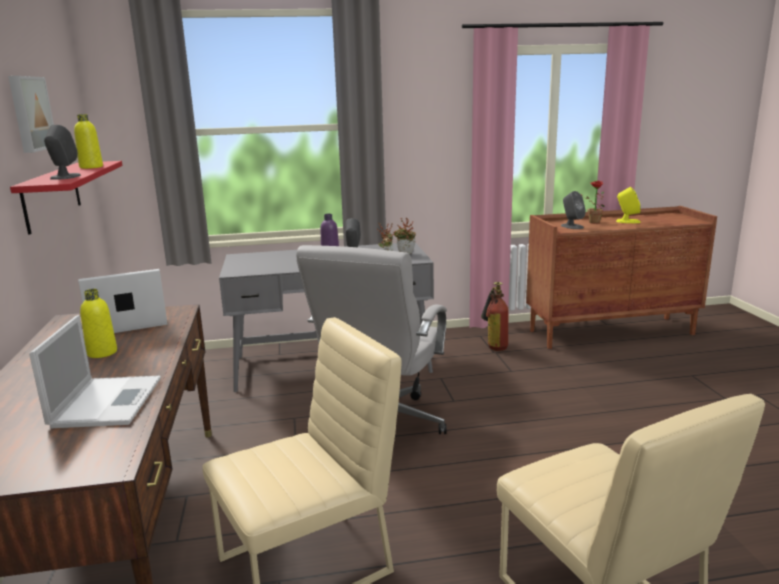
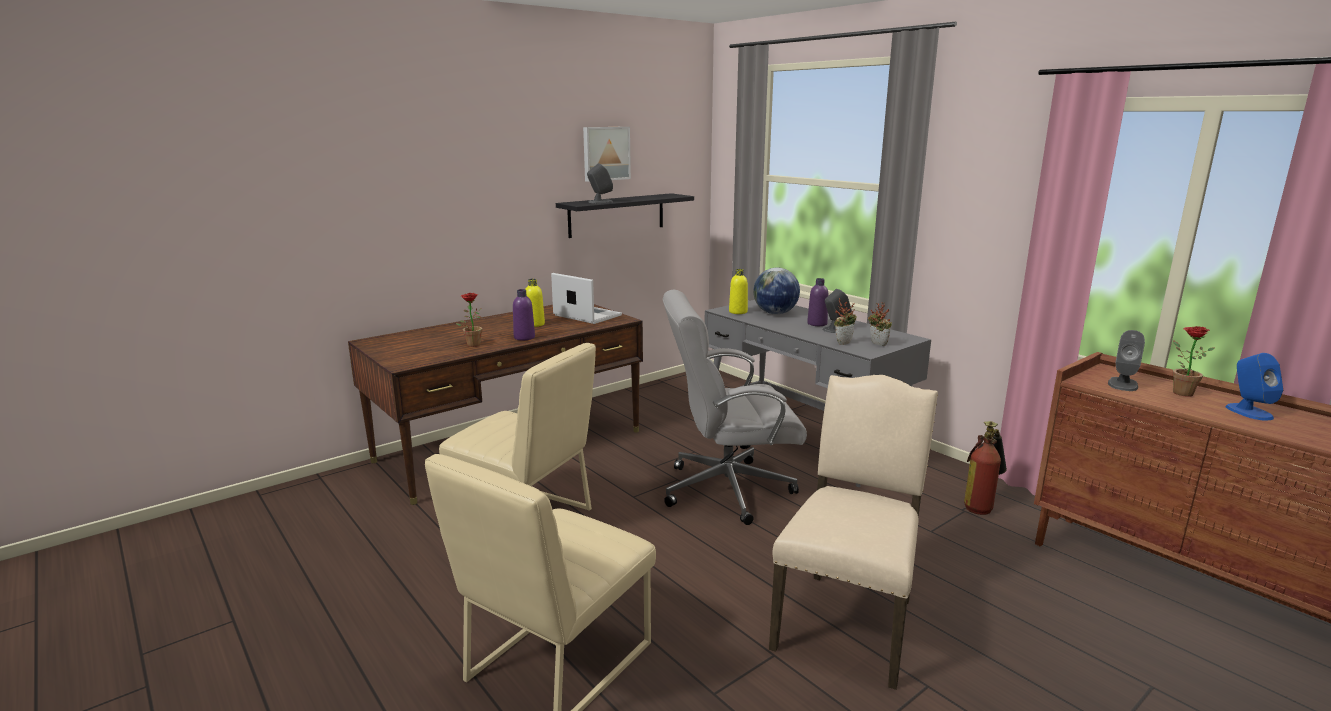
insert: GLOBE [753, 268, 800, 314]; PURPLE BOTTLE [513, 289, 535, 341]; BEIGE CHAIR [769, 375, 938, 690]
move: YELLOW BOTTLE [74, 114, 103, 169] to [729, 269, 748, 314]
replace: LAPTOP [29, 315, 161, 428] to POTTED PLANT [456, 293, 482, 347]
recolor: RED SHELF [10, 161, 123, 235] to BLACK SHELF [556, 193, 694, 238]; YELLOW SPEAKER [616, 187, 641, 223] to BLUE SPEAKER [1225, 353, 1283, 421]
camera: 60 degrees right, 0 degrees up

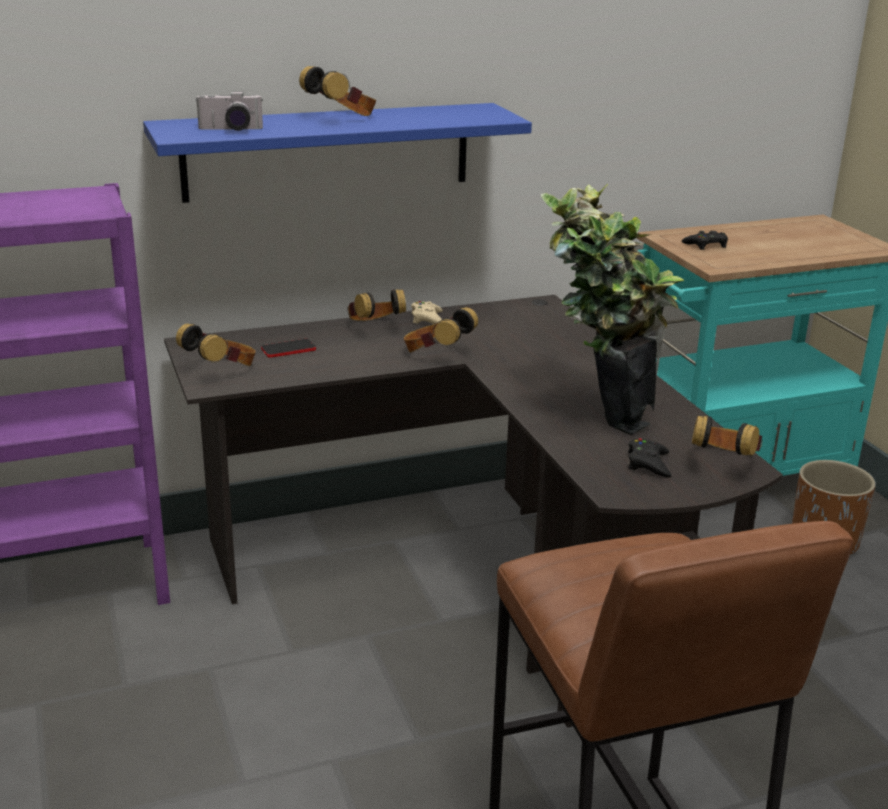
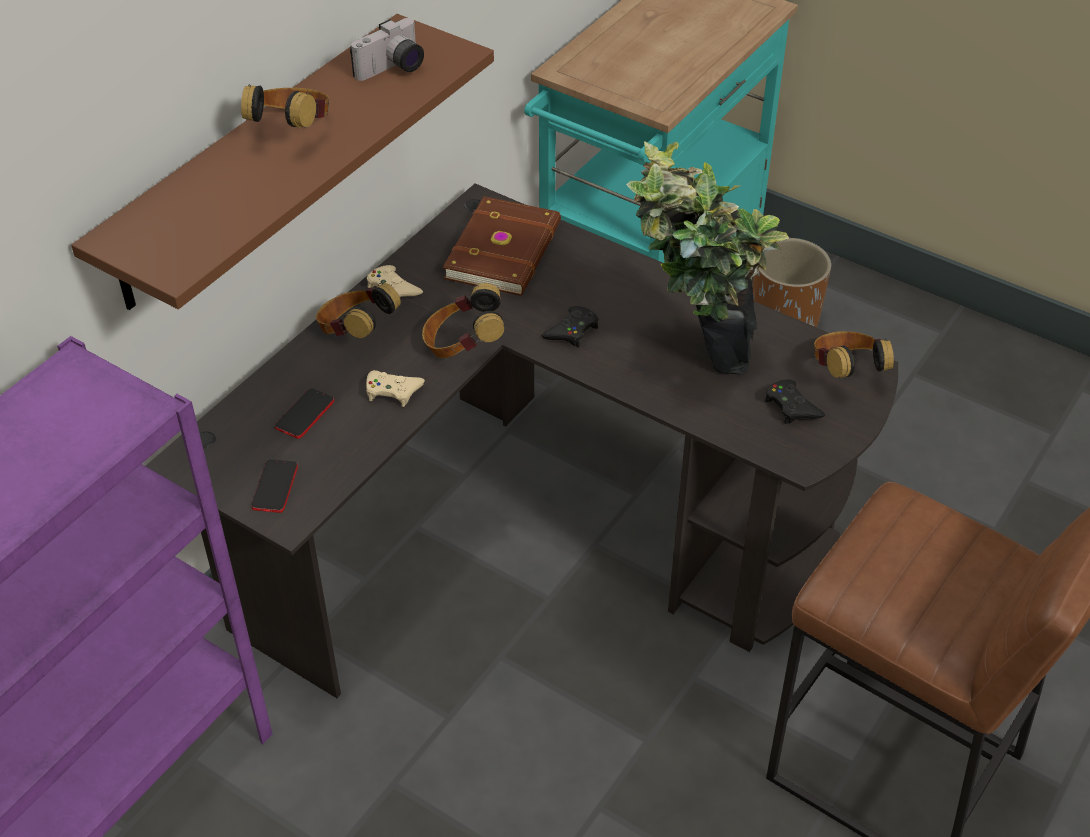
insert: BROWN BOOK [443, 196, 561, 296]; BEIGE GAME CONTROLLER [366, 370, 425, 407]
move: PHOTO CAMERA [195, 91, 263, 131] to [350, 18, 424, 81]; BLACK GAME CONTROLLER [682, 231, 728, 250] to [541, 306, 598, 347]
replace: HEADPHONES [176, 323, 256, 366] to PHONE [251, 459, 298, 513]
recolor: BLUE SHELF [143, 103, 532, 203] to BROWN SHELF [71, 14, 494, 310]
camera: 35 degrees left, 20 degrees up

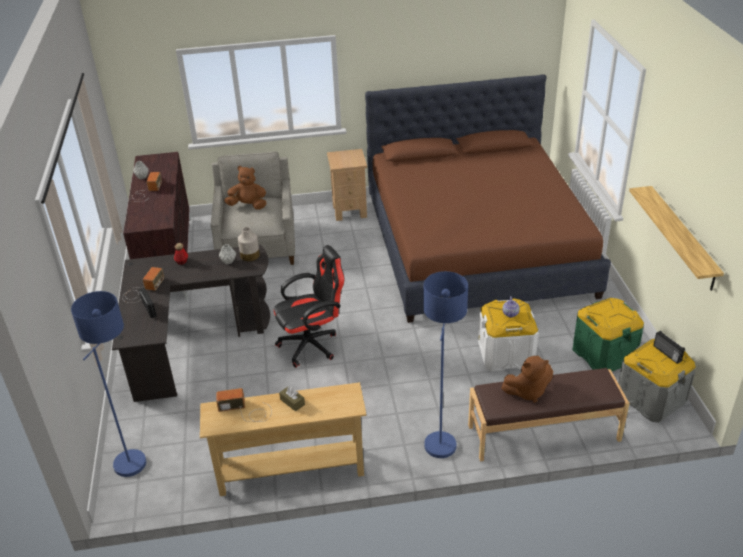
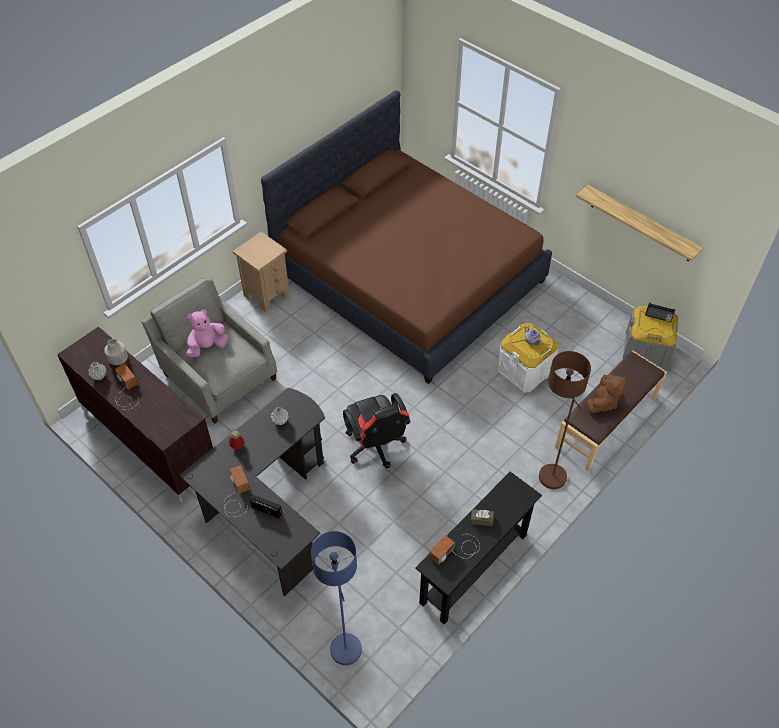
delete: GREEN STORAGE BOX [572, 298, 644, 371]
move: BEIGE VASE [238, 227, 260, 261] to [104, 339, 130, 370]
recolor: BROWN PLUSH TOY [224, 166, 267, 210] to PINK PLUSH TOY [186, 310, 228, 357]; BLUE FLOOR LAMP [424, 271, 468, 458] to BROWN FLOOR LAMP [539, 351, 591, 489]; BEIGE CONSOLE TABLE [200, 382, 367, 496] to BLACK CONSOLE TABLE [415, 472, 542, 624]
rotate: BLACK OFFICE CHAIR [274, 245, 344, 368] = [343, 393, 410, 468] 135 degrees clockwise
camera: 40 degrees left, 15 degrees up

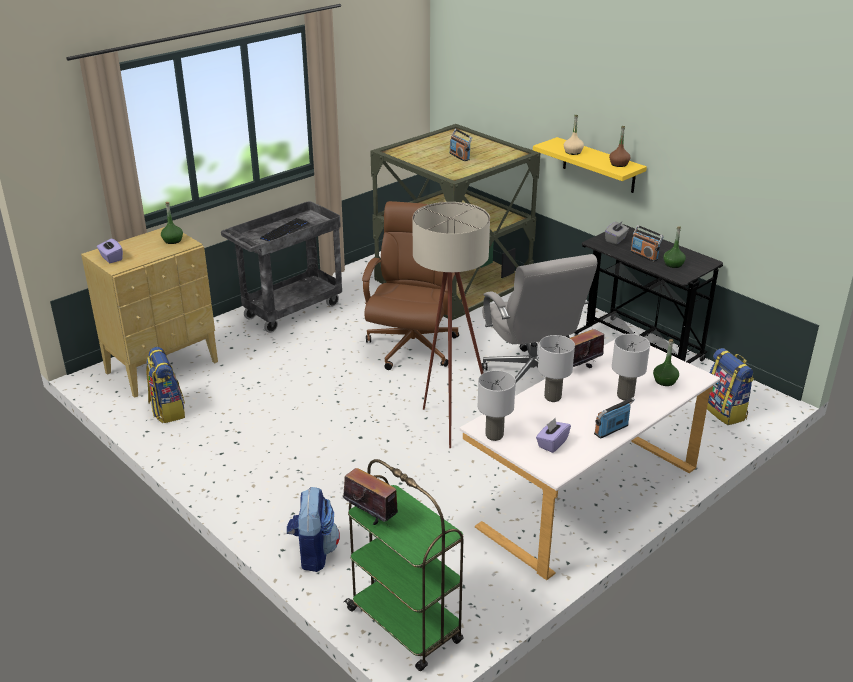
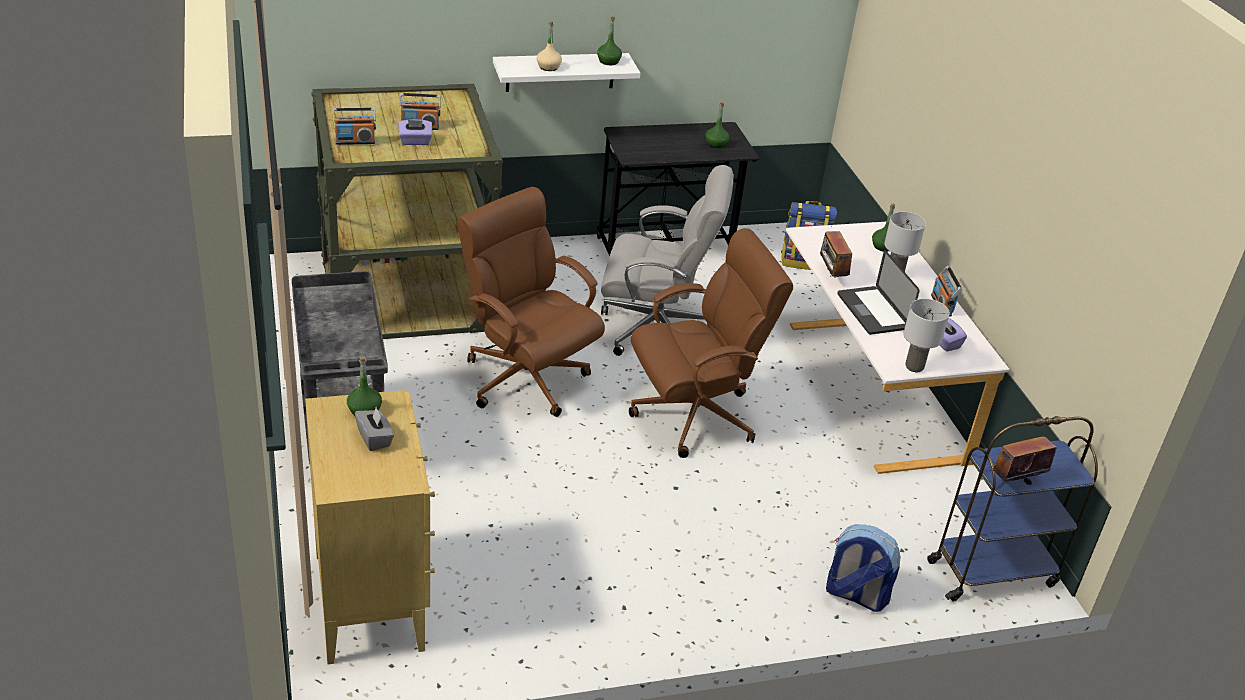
delete: KEYBOARD [260, 218, 310, 241]; BACKPACK [146, 347, 185, 423]
move: GREY TISSUE BOX [605, 221, 629, 244] to [355, 407, 394, 451]; RADIO [630, 225, 664, 262] to [333, 108, 376, 145]; PURPLE TISSUE BOX [97, 239, 123, 263] to [398, 119, 432, 145]
replace: BEIGE FLOOR LAMP [412, 202, 490, 448] to BROWN OFFICE CHAIR [629, 228, 793, 458]; WHITE TABLE LAMP [538, 335, 575, 402] to LAPTOP [837, 250, 920, 335]
recolor: BROWN BOTTLE [609, 126, 631, 167] to GREEN BOTTLE [597, 16, 622, 65]; YELLOW SHELF [533, 137, 647, 193] to WHITE SHELF [493, 53, 640, 92]; GREEN CART [344, 459, 463, 671] to BLUE CART [927, 416, 1098, 602]
camera: 65 degrees left, 5 degrees up

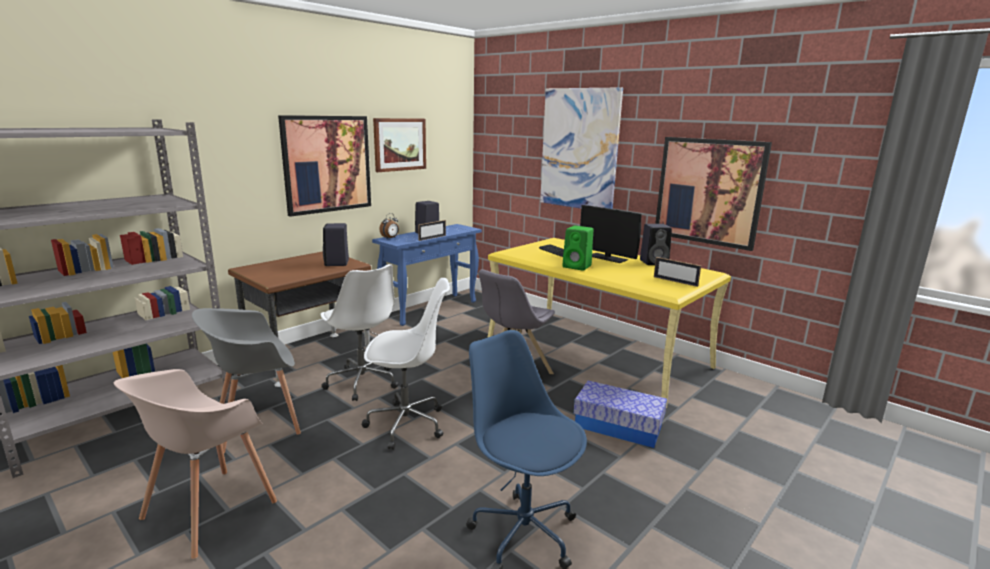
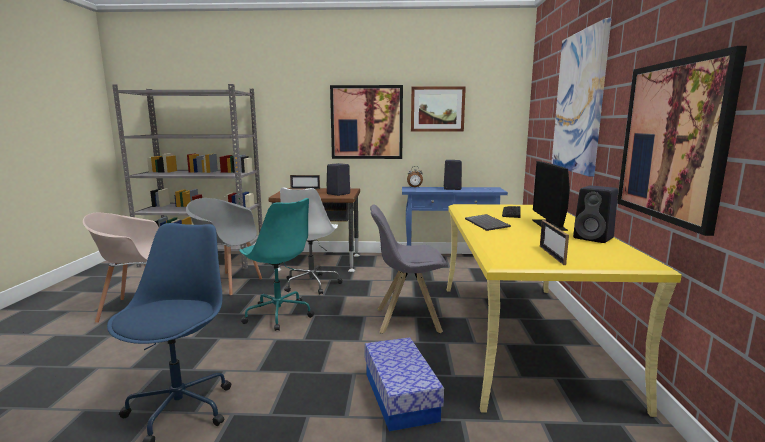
move: PICTURE FRAME [418, 220, 446, 241] to [290, 175, 320, 189]
replace: GREEN SPEAKER [563, 226, 593, 270] to KEYBOARD [465, 214, 511, 231]
recolor: WHITE OFFICE CHAIR [361, 278, 450, 450] to TURQUOISE OFFICE CHAIR [239, 198, 315, 331]
camera: 50 degrees right, 5 degrees down

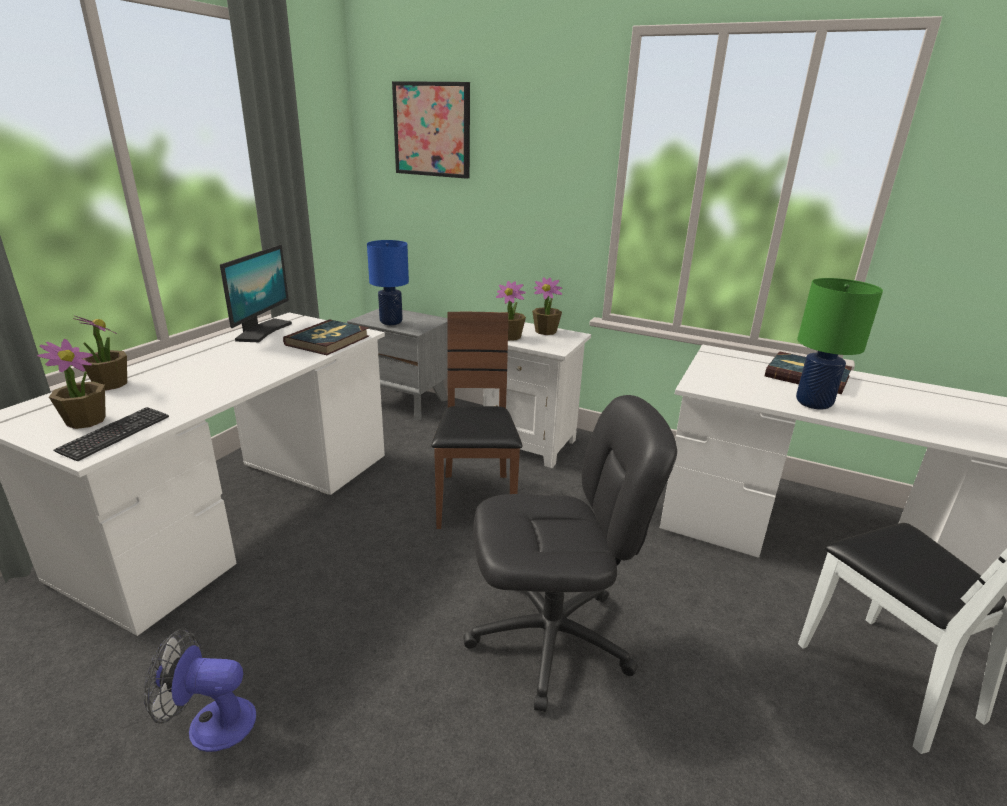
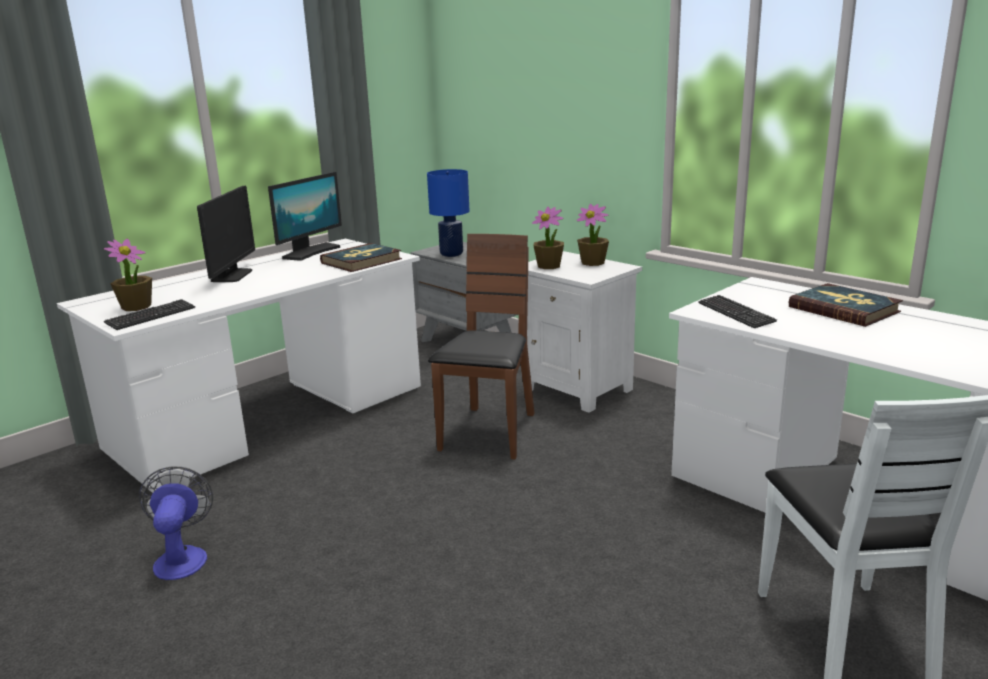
delete: PICTURE [392, 81, 470, 179]; GREEN TABLE LAMP [796, 278, 883, 410]; POTTED PLANT [73, 316, 127, 391]; BLACK OFFICE CHAIR [463, 395, 677, 712]
insert: MONITOR [197, 186, 255, 282]; KEYBOARD [698, 295, 777, 328]
rotate: FAN [144, 629, 256, 752] = [139, 466, 213, 580] 60 degrees clockwise
camera: 20 degrees right, 5 degrees down

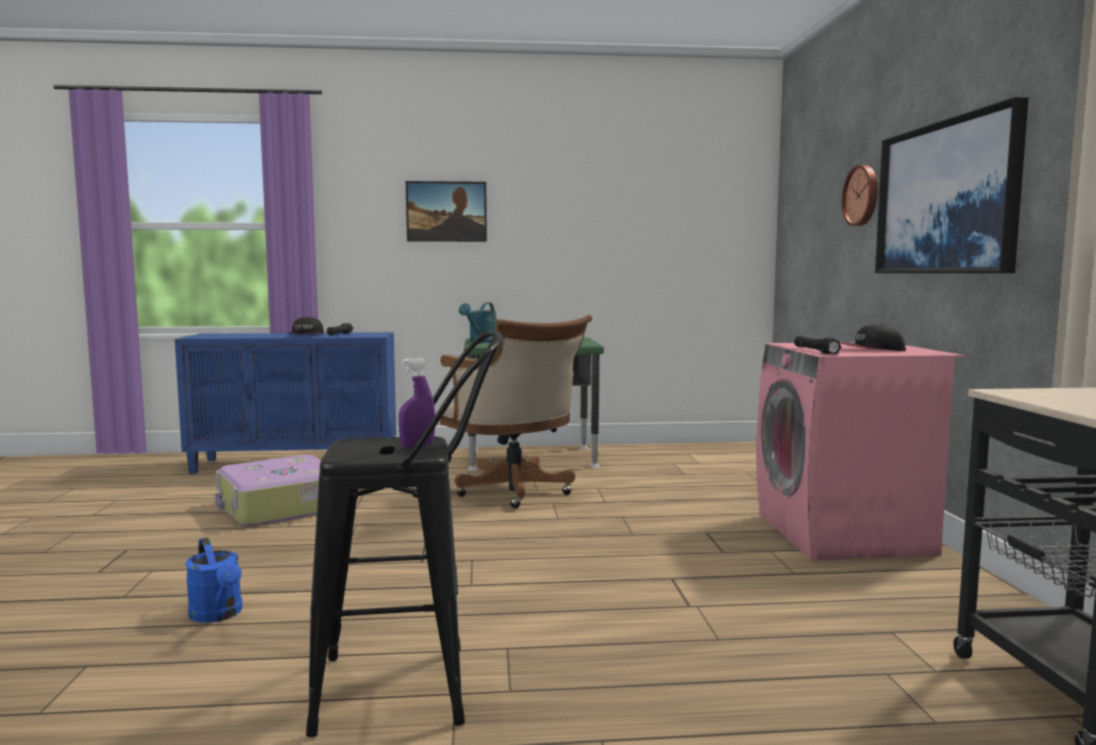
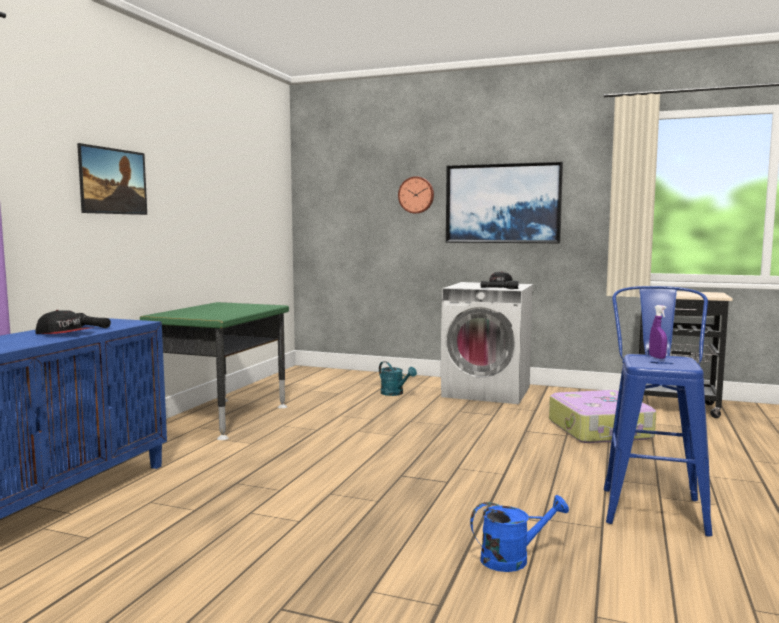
delete: OFFICE CHAIR [440, 315, 592, 508]
move: TURQUOISE WATERING CAN [459, 302, 497, 343] to [379, 361, 417, 396]; SUITCASE [215, 455, 321, 527] to [549, 390, 656, 443]
recolor: BLACK STOOL [306, 331, 503, 737] to BLUE STOOL [604, 286, 713, 536]; PINK WASHING MACHINE [756, 342, 965, 560] to WHITE WASHING MACHINE [441, 282, 533, 404]
camera: 65 degrees left, 0 degrees up

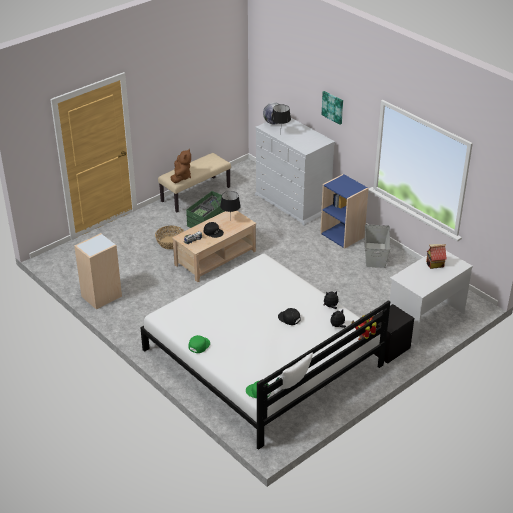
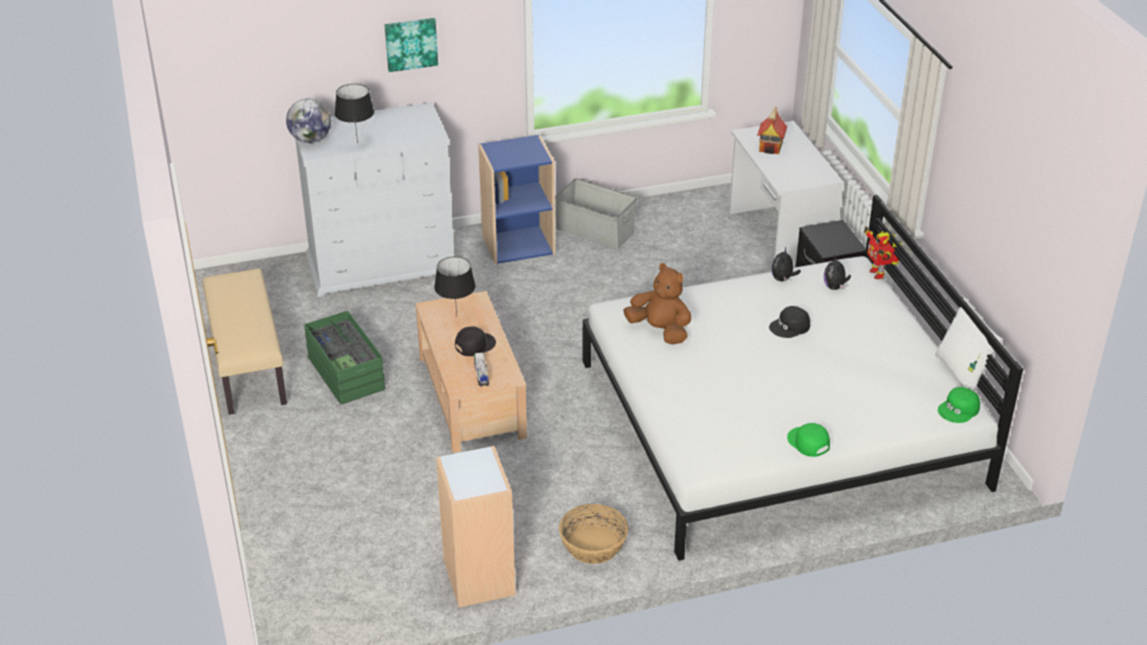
move: BROWN PLUSH TOY [170, 149, 191, 183] to [623, 263, 691, 344]; BASKET [155, 225, 184, 249] to [559, 504, 628, 564]
camera: 65 degrees left, 0 degrees up

